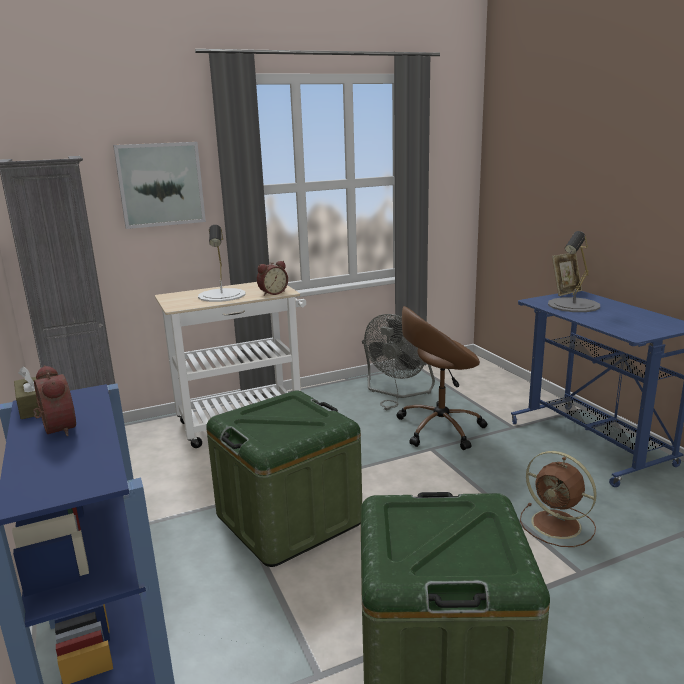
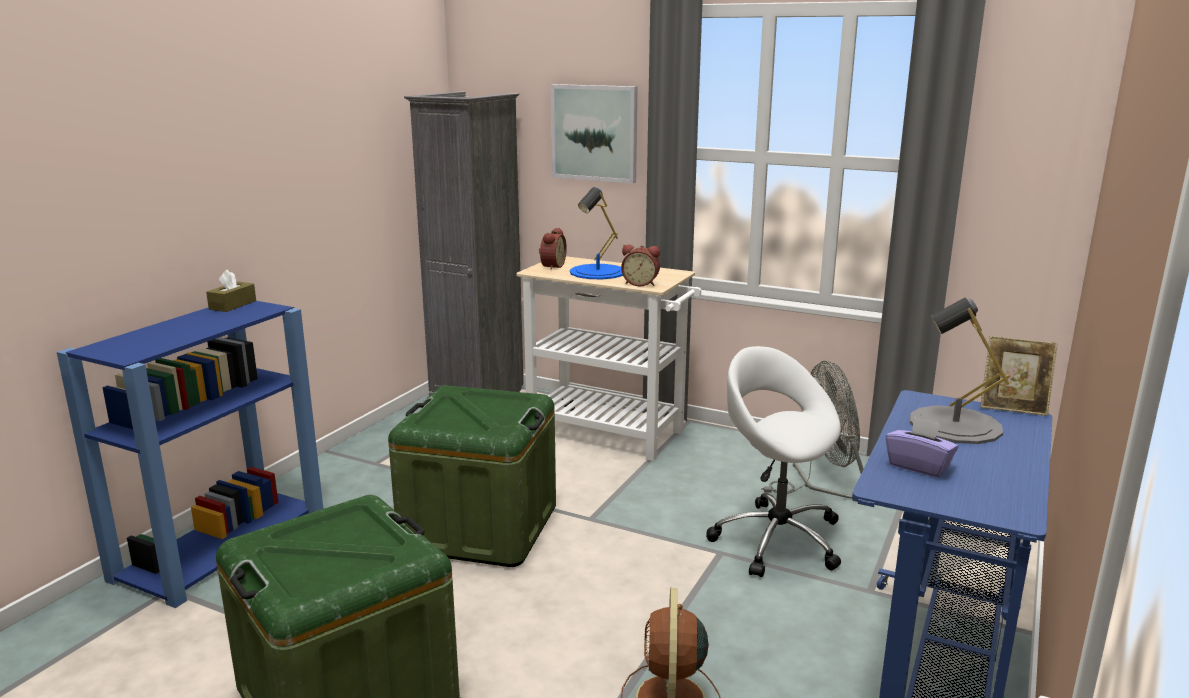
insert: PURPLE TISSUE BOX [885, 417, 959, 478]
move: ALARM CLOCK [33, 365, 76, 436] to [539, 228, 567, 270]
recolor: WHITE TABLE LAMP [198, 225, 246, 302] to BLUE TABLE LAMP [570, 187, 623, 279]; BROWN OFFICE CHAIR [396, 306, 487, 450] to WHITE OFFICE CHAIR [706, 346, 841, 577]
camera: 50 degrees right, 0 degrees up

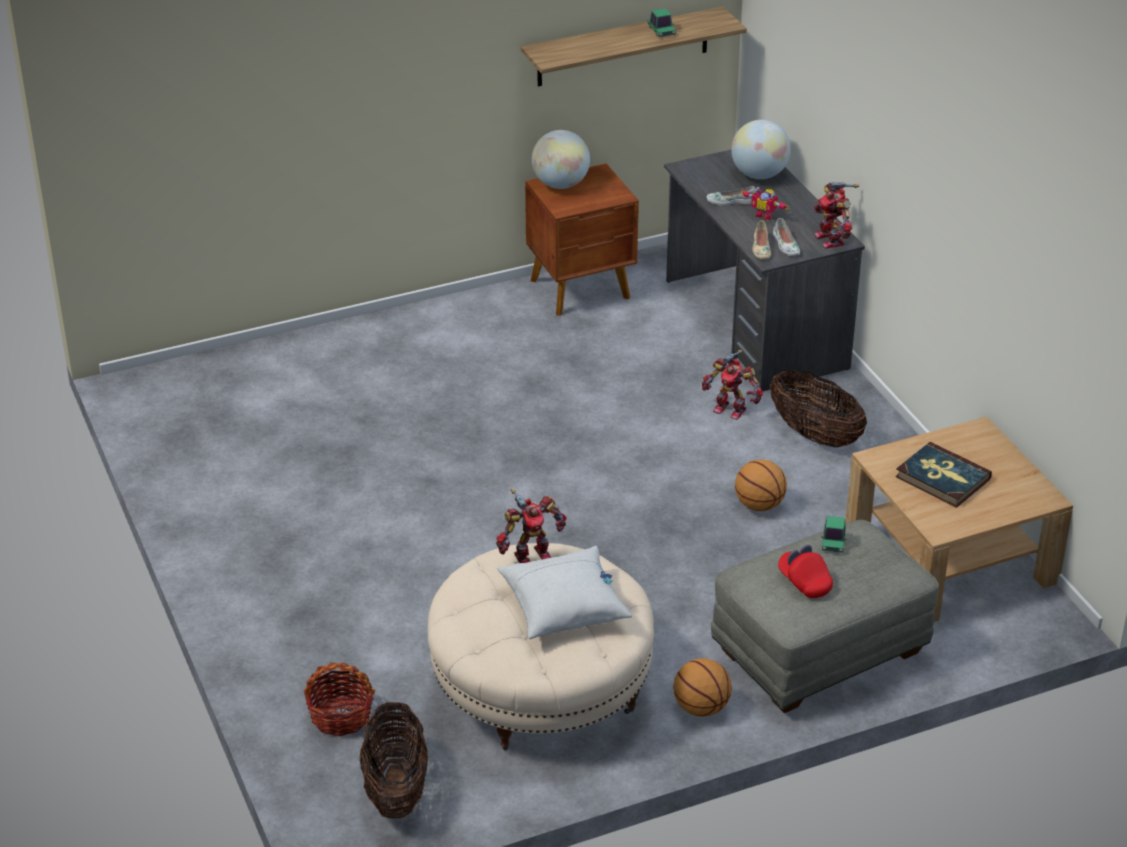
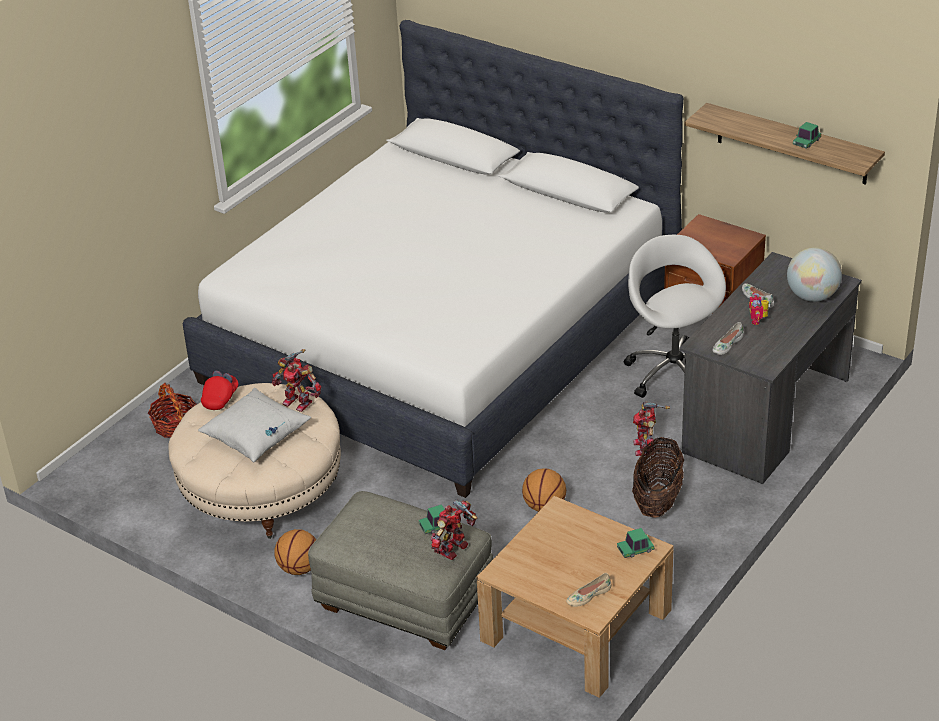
delete: GLOBE [532, 130, 590, 189]; BOOK [895, 442, 992, 508]; BASKET [359, 701, 428, 818]
insert: WHITE BED [183, 20, 684, 498]; WHITE OFFICE CHAIR [624, 235, 726, 398]; TOY CAR [617, 528, 655, 558]
move: TOY ROBOT [814, 182, 859, 248] to [430, 499, 477, 560]; BEIGE SHOE [752, 221, 771, 259] to [566, 573, 611, 607]; RED CAP [778, 545, 833, 598] to [201, 371, 239, 410]
camera: 60 degrees right, 0 degrees up

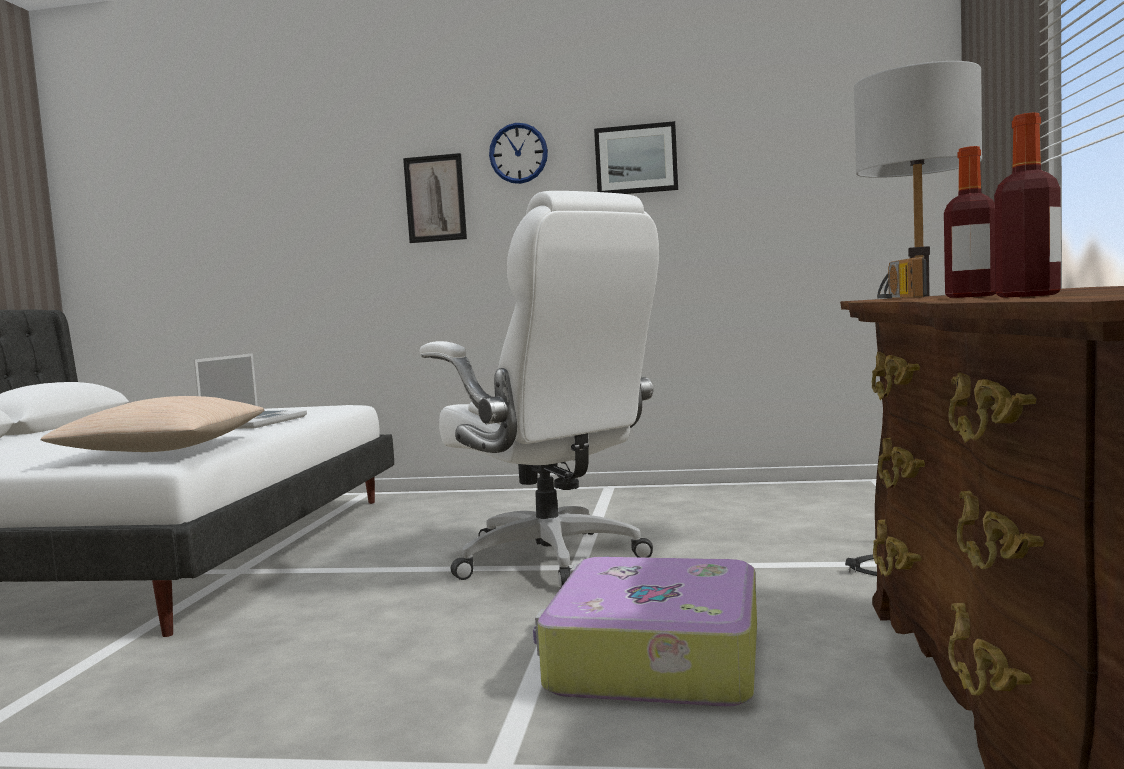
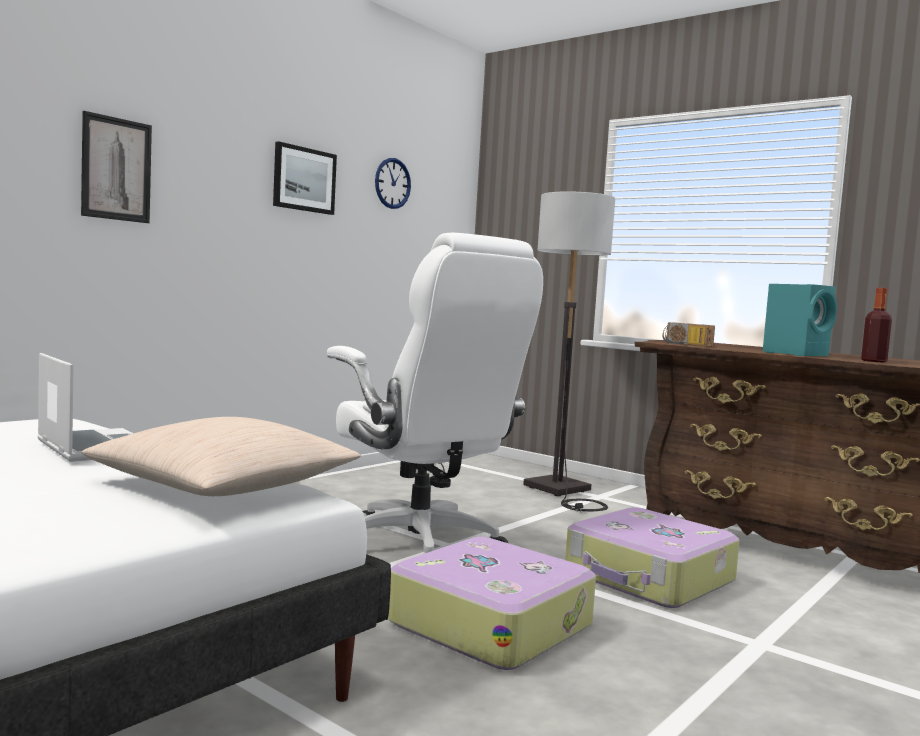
insert: SUITCASE [388, 537, 596, 670]
move: WALL CLOCK [489, 123, 548, 184] to [375, 158, 411, 209]
replace: BOTTLE [944, 146, 996, 298] to TURQUOISE SPEAKER [763, 284, 837, 356]
rotate: WHITE OFFICE CHAIR [420, 191, 659, 588] = [327, 233, 543, 553] 60 degrees clockwise
camera: 60 degrees left, 0 degrees up

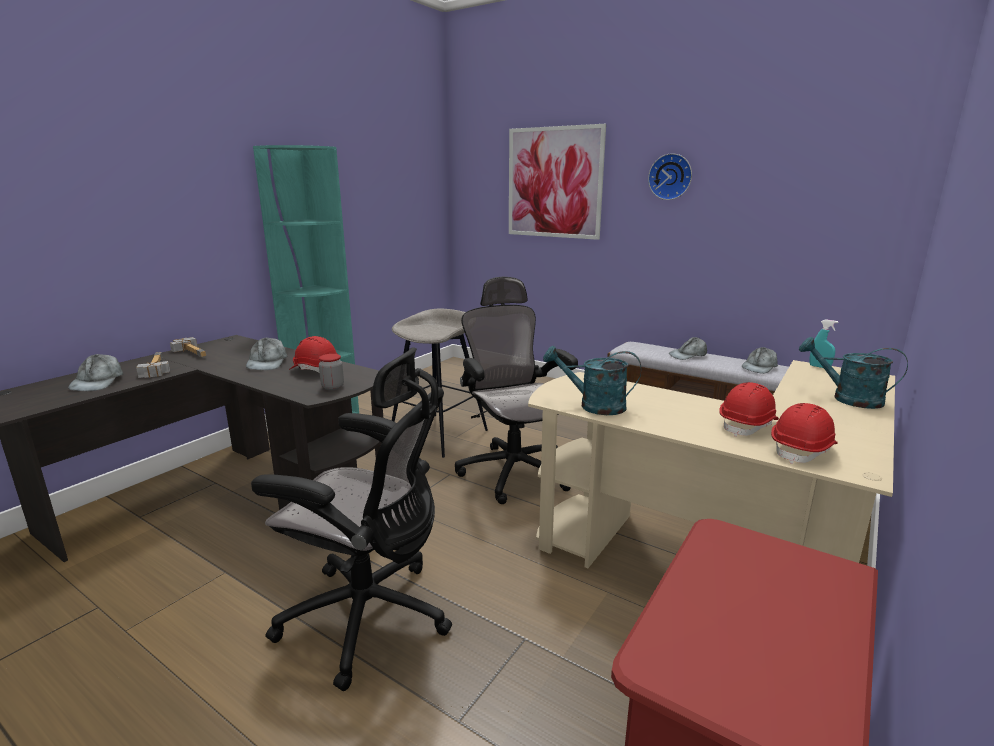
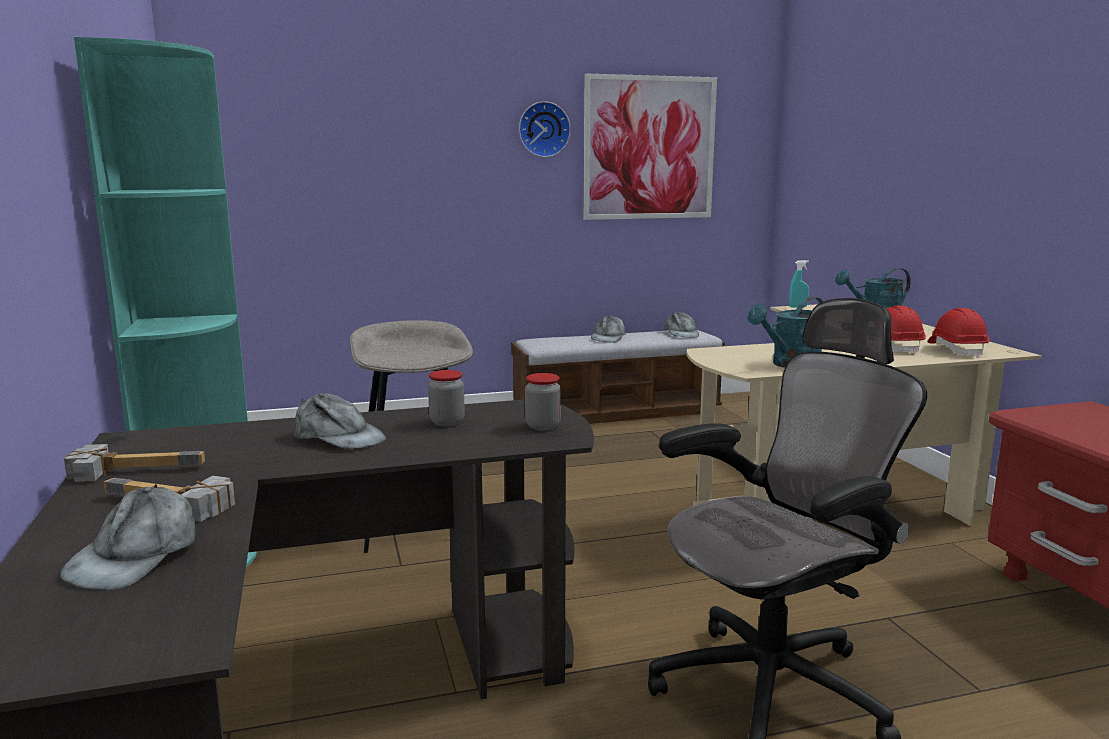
delete: OFFICE CHAIR [455, 277, 578, 504]
move: PICTURE [509, 124, 606, 240] to [583, 74, 717, 220]
replace: RED HARD HAT [289, 336, 337, 372] to JAR [428, 370, 465, 426]
rotate: GREY CAP [68, 354, 123, 391] = [60, 484, 195, 590] 75 degrees clockwise
camera: 50 degrees left, 5 degrees down

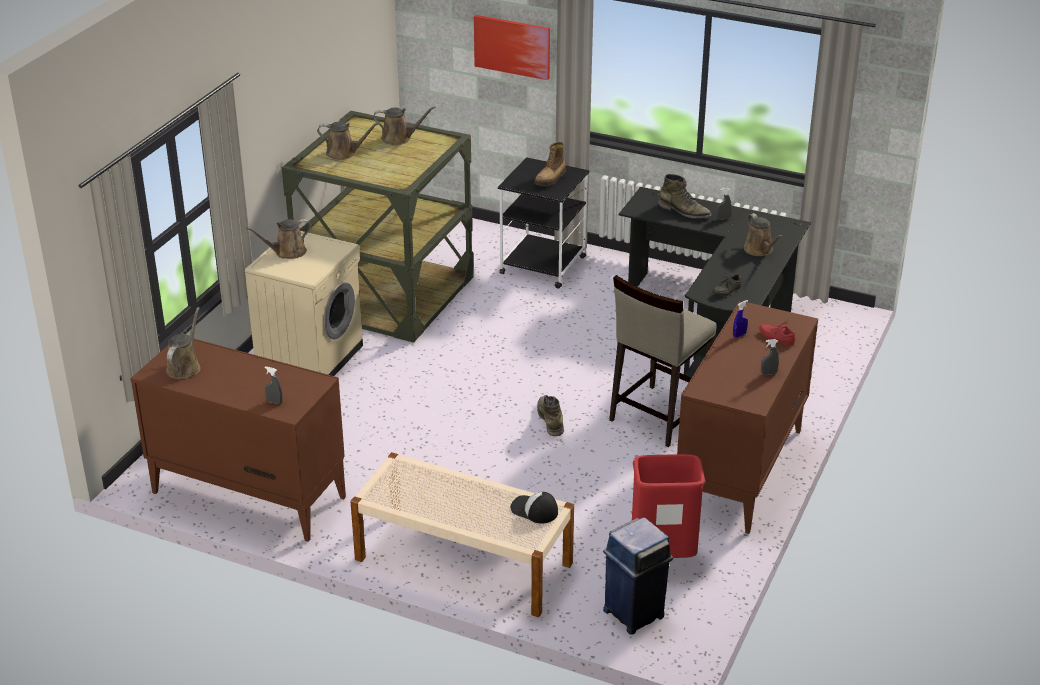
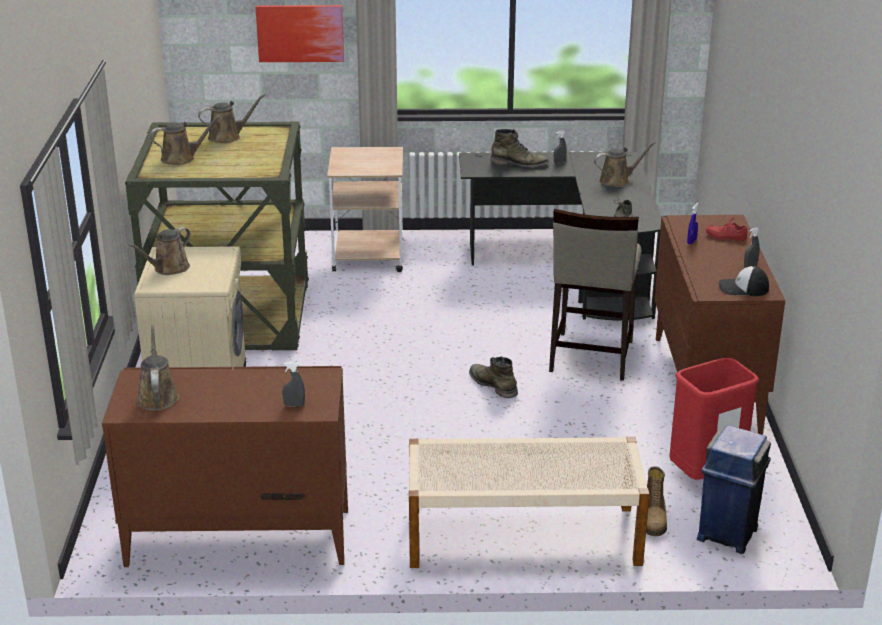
move: BOOT [534, 142, 565, 186] to [646, 466, 667, 536]; CAP [510, 492, 558, 524] to [719, 266, 769, 296]
recolor: BLACK CART [498, 157, 590, 289] to BEIGE CART [327, 147, 403, 272]
rotate: BROWN WATERING CAN [744, 213, 782, 256] = [594, 141, 656, 187] 60 degrees counterclockwise
camera: 25 degrees left, 5 degrees down

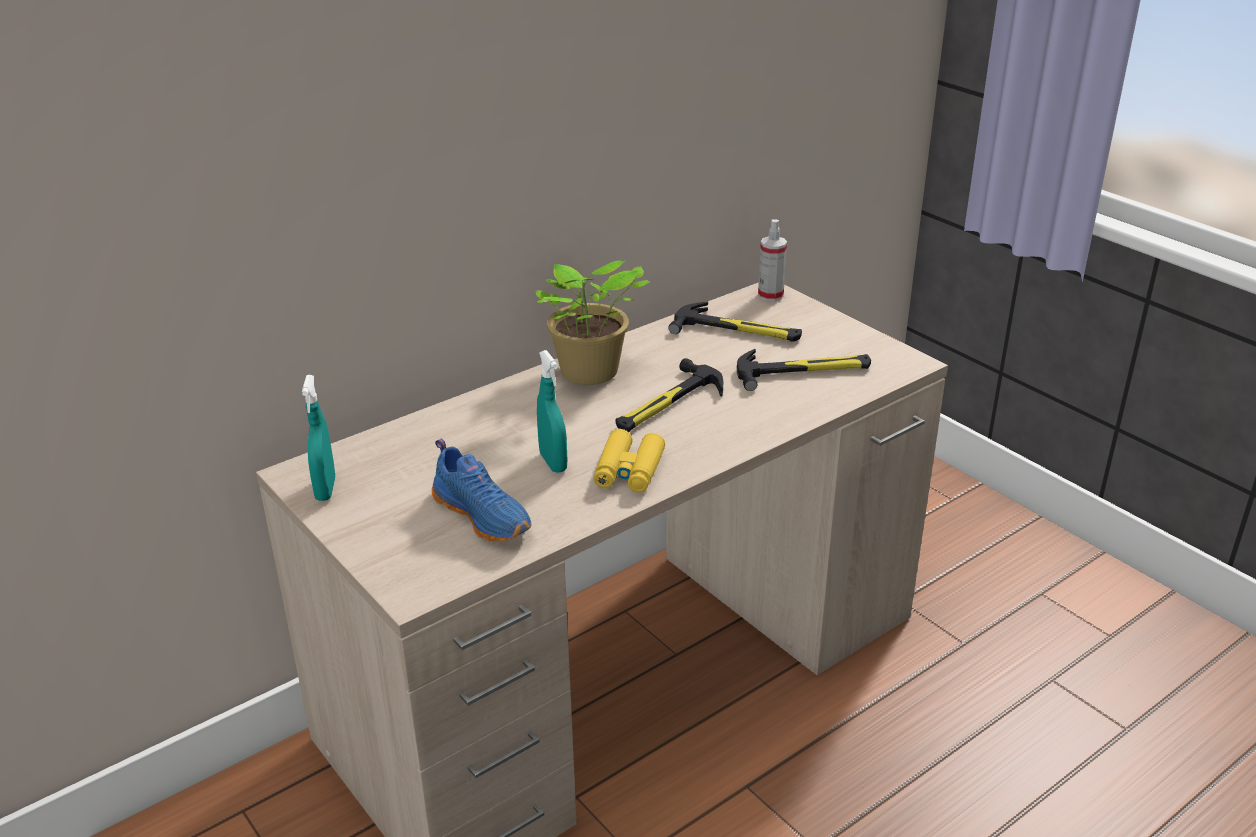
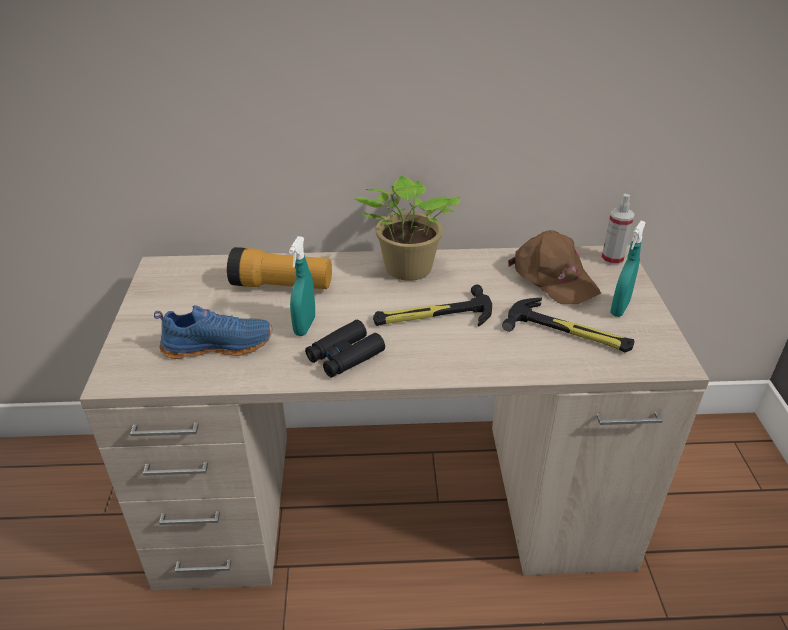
insert: FLASHLIGHT [227, 247, 332, 289]
move: TURQUOISE SPRAY BOTTLE [302, 375, 335, 501] to [610, 221, 646, 317]
replace: HAMMER [669, 302, 802, 342] to BROWN CAP [508, 230, 601, 304]
recolor: YELLOW BINOCULARS [593, 429, 665, 493] to BLACK BINOCULARS [305, 320, 385, 378]
rotate: BLUE SHOE [431, 439, 532, 542] = [154, 305, 272, 359] 90 degrees counterclockwise
camera: 35 degrees right, 5 degrees up

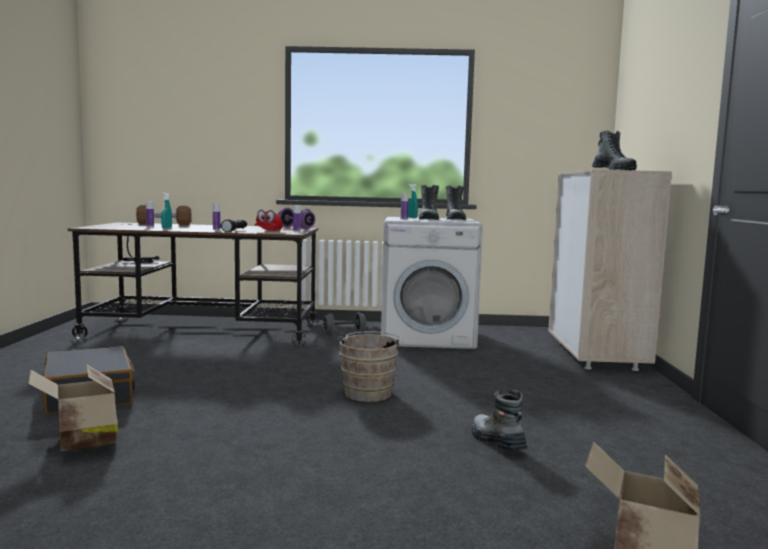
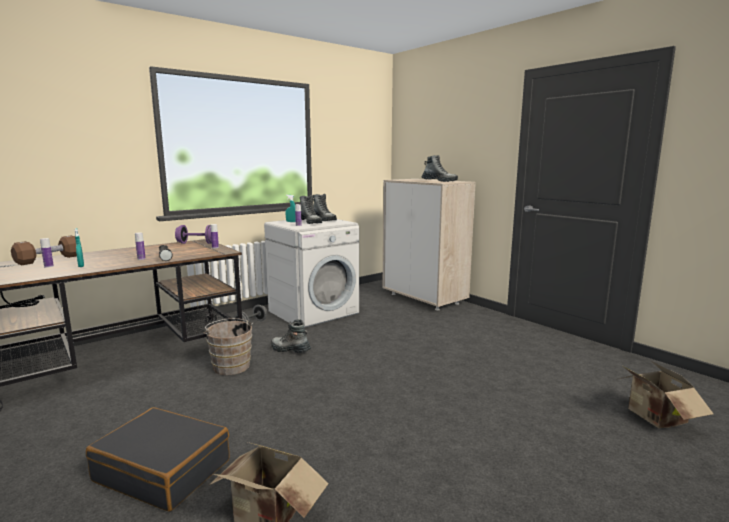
delete: RED CAP [254, 210, 283, 231]
move: BROWN BUCKET [338, 332, 404, 402] to [203, 318, 253, 375]; BOOT [472, 390, 527, 451] to [271, 319, 311, 353]
camera: 40 degrees left, 5 degrees up

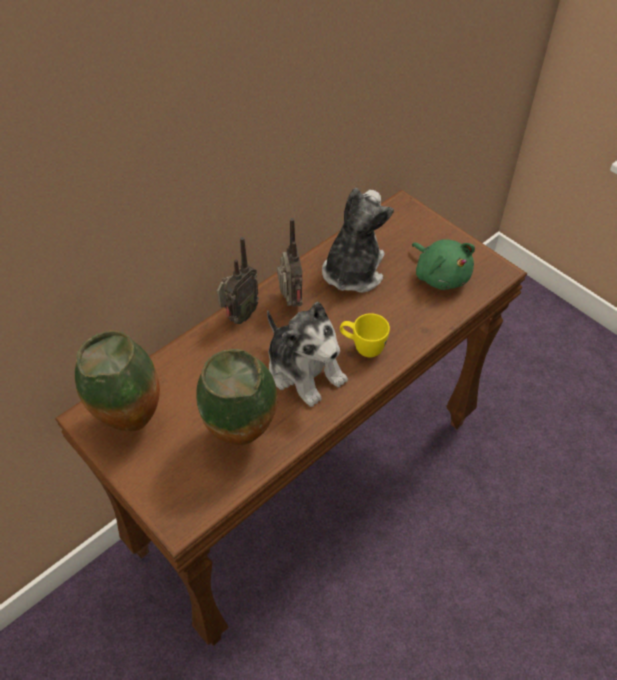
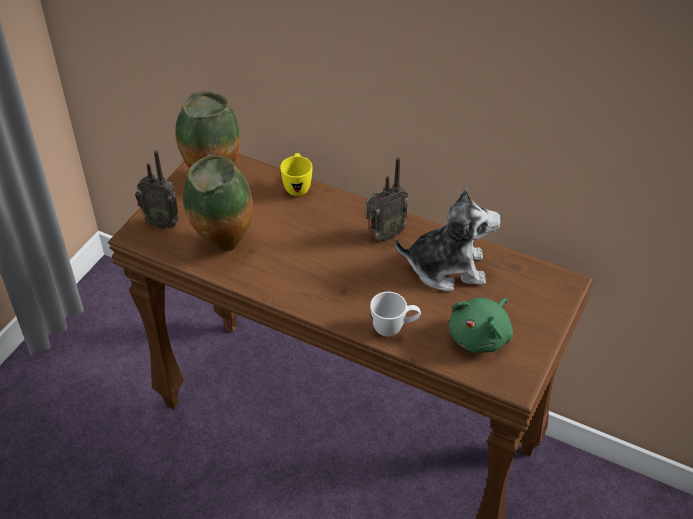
delete: PLUSH TOY [267, 302, 348, 407]
insert: WHITE MUG [370, 292, 421, 337]
move: RADIO [217, 237, 259, 324] to [135, 150, 180, 229]; YELLOW MUG [340, 313, 390, 357] to [280, 153, 313, 196]
camera: 70 degrees right, 5 degrees down

